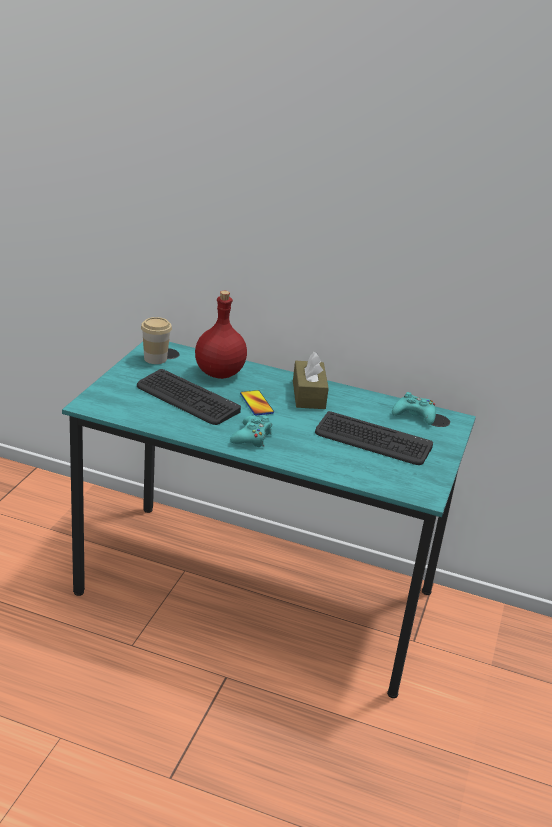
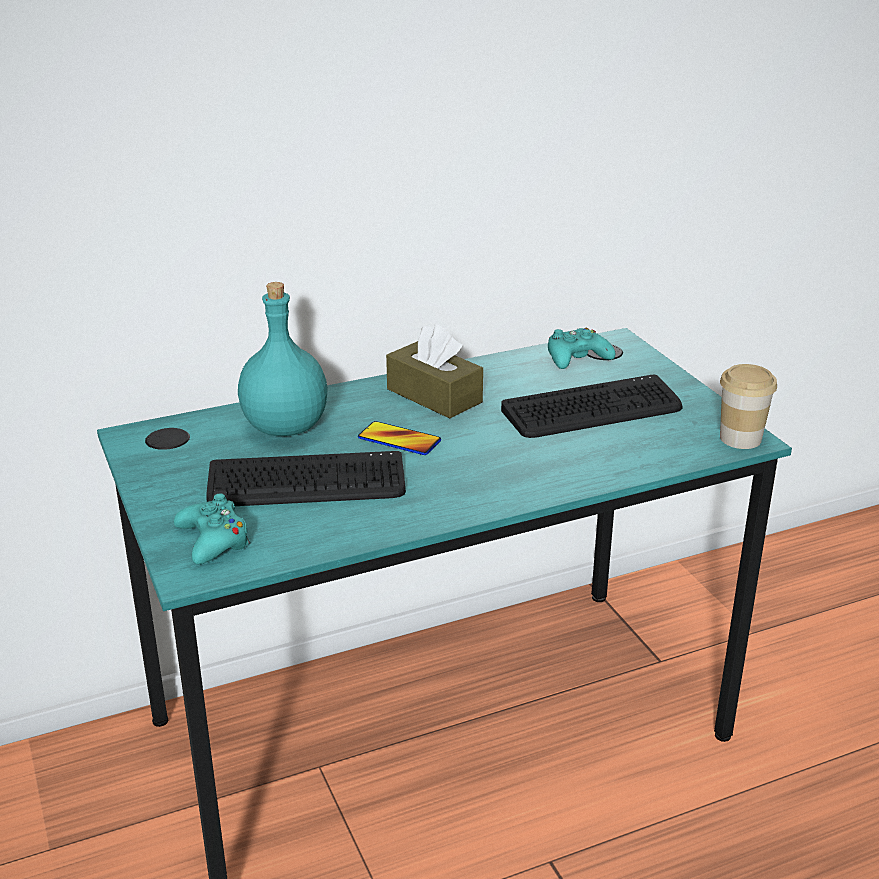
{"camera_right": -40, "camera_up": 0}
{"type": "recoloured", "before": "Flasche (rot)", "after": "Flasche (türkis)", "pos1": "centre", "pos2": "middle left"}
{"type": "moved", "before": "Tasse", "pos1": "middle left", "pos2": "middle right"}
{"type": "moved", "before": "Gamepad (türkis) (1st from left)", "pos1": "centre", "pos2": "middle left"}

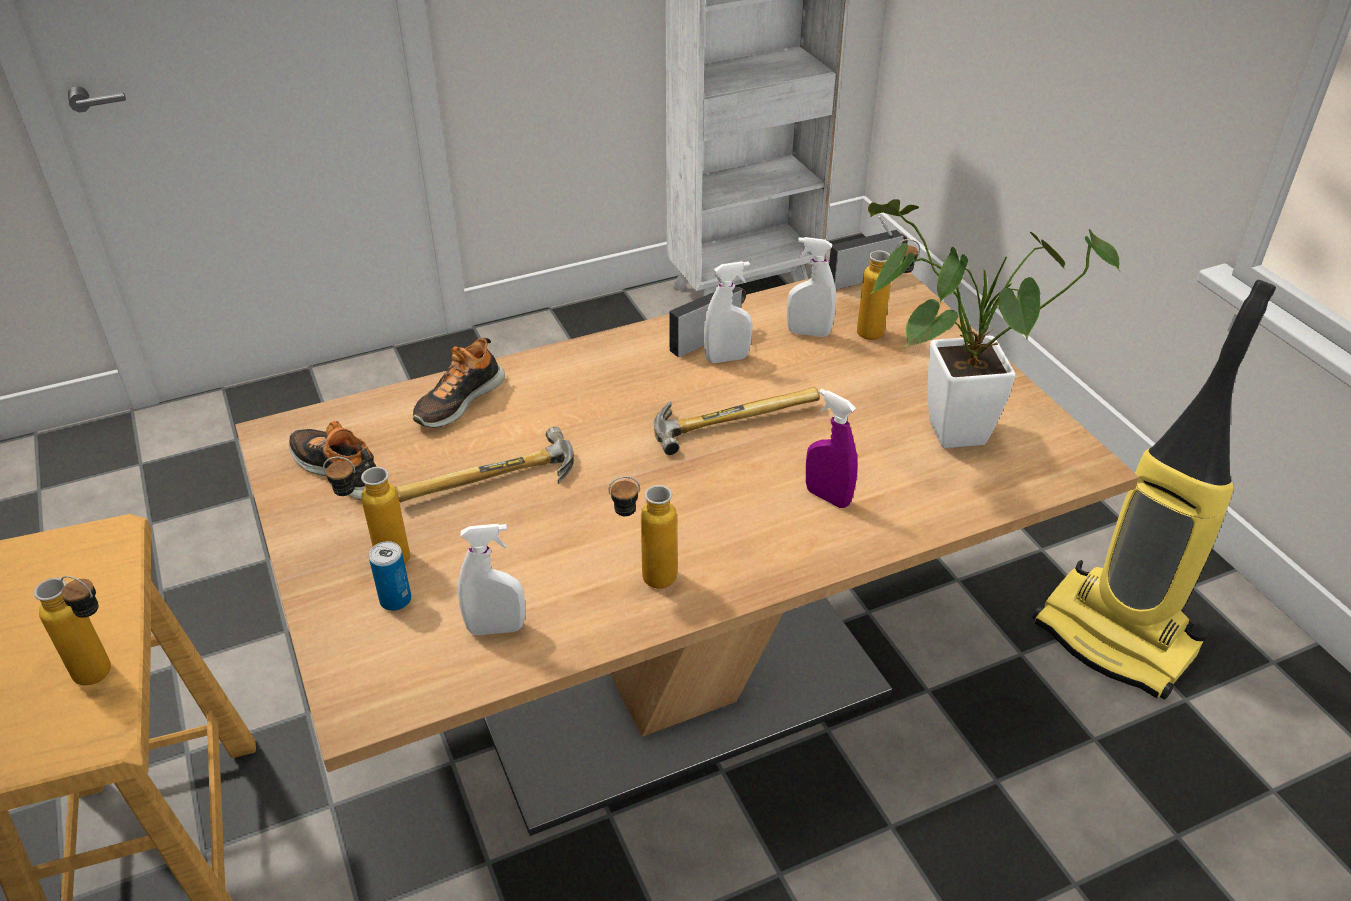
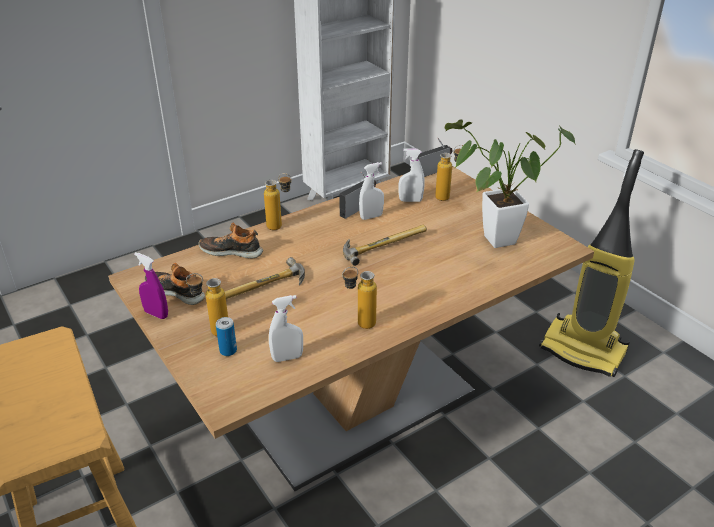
{"camera_right": -10, "camera_up": -5}
{"type": "turned", "before": "Schuh (2nd from left)", "pos1": "centre", "pos2": "middle left", "turn": 75}
{"type": "moved", "before": "Sprühflasche (lila)", "pos1": "centre", "pos2": "middle left"}
{"type": "moved", "before": "Flasche (1st from left in the first image)", "after": "Flasche (2nd from left)", "pos1": "bottom left", "pos2": "centre"}

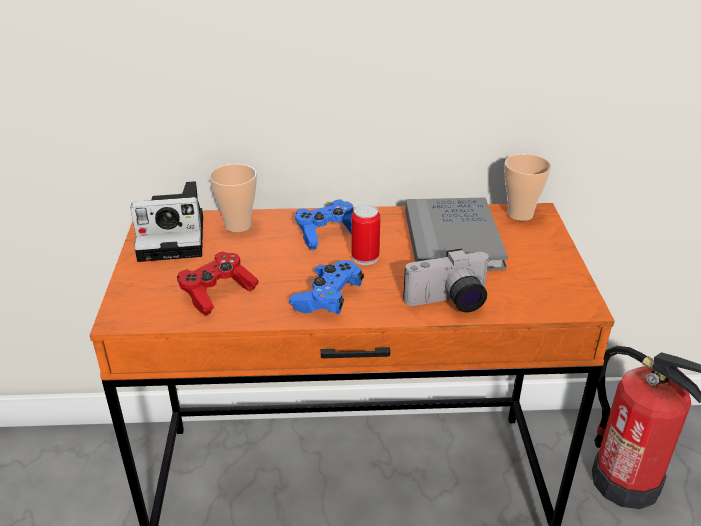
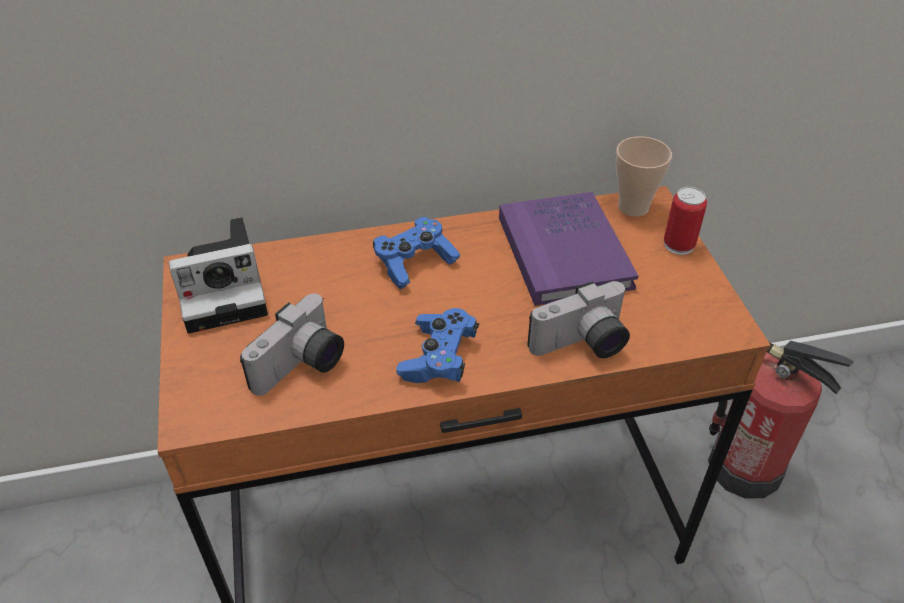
{"camera_right": -10, "camera_up": 10}
{"type": "removed", "before": "Tasse (1st from left)", "pos1": "middle left"}
{"type": "recoloured", "before": "Buch (grau)", "after": "Buch (lila)", "pos1": "centre", "pos2": "centre"}
{"type": "moved", "before": "Dose", "pos1": "centre", "pos2": "middle right"}
{"type": "replaced", "before": "Gamepad (rot)", "after": "Kamera (2nd from left)", "pos1": "middle left", "pos2": "middle left"}

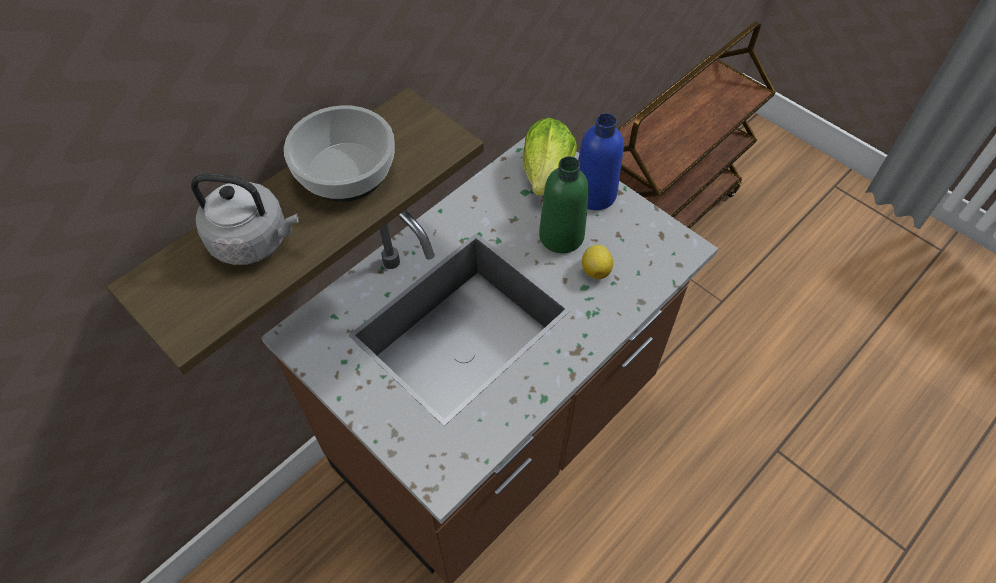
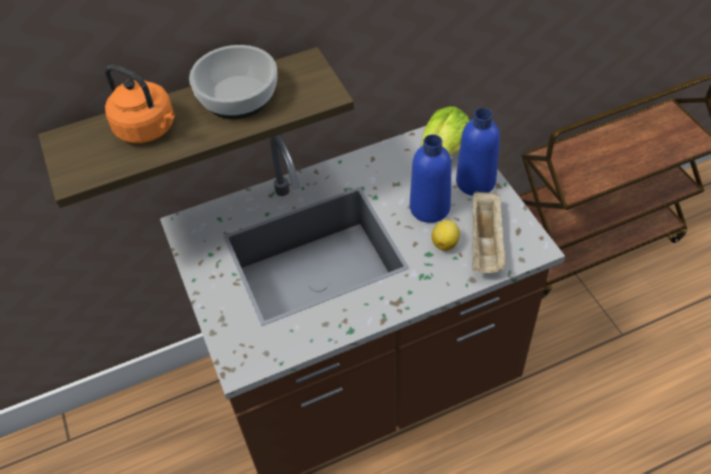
{"camera_right": 25, "camera_up": -5}
{"type": "recoloured", "before": "Flasche (grün)", "after": "Flasche (blau) (1st from left)", "pos1": "centre", "pos2": "centre"}
{"type": "recoloured", "before": "Wasserkessel (grau)", "after": "Wasserkessel (orange)", "pos1": "middle left", "pos2": "top left"}
{"type": "added", "after": "Tablett (beige)", "pos2": "middle right"}

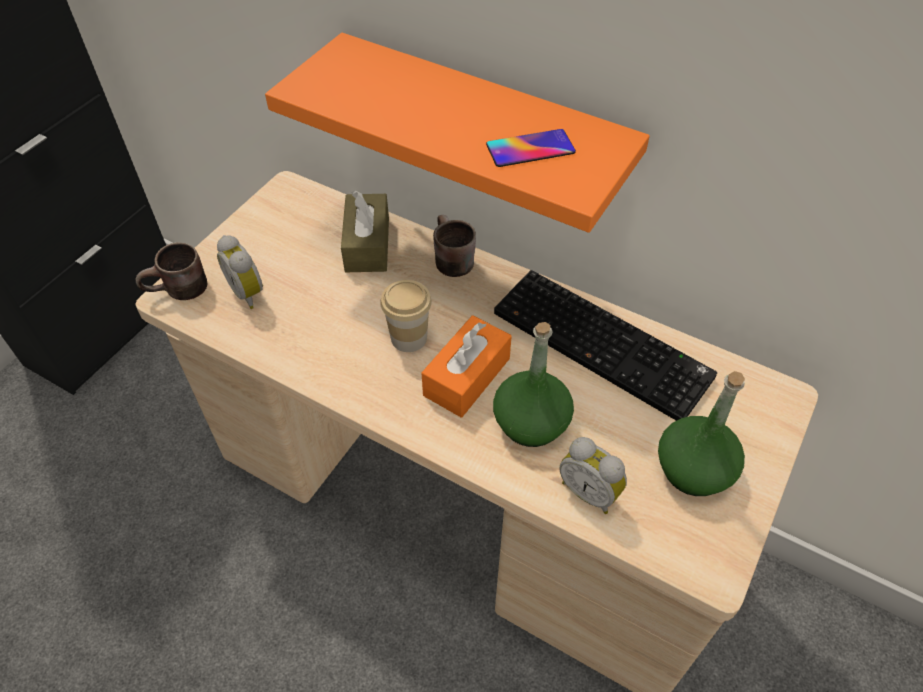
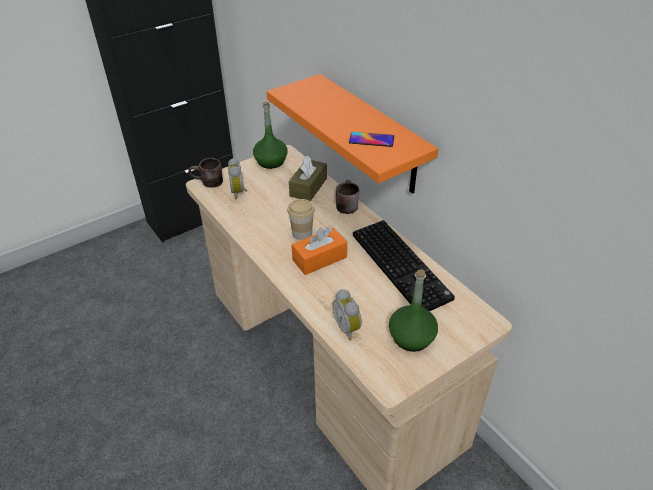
{"camera_right": 25, "camera_up": -10}
{"type": "moved", "before": "Flasche (grün) (1st from left)", "pos1": "centre", "pos2": "top centre"}

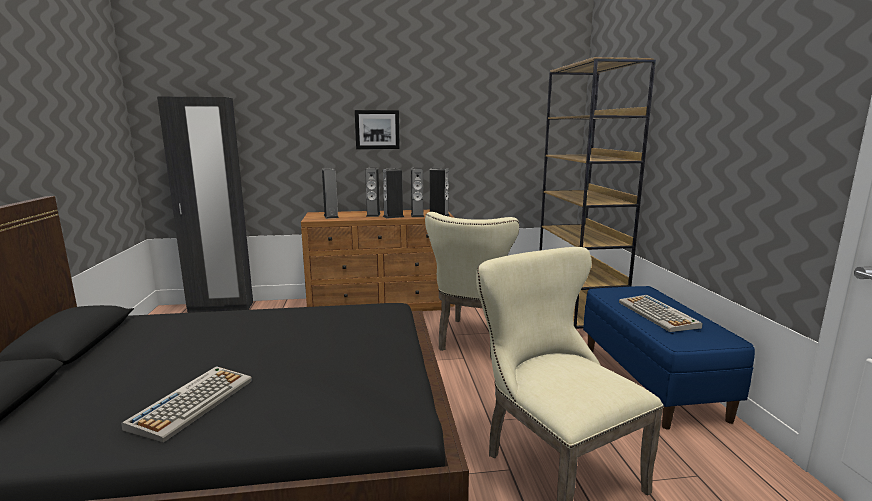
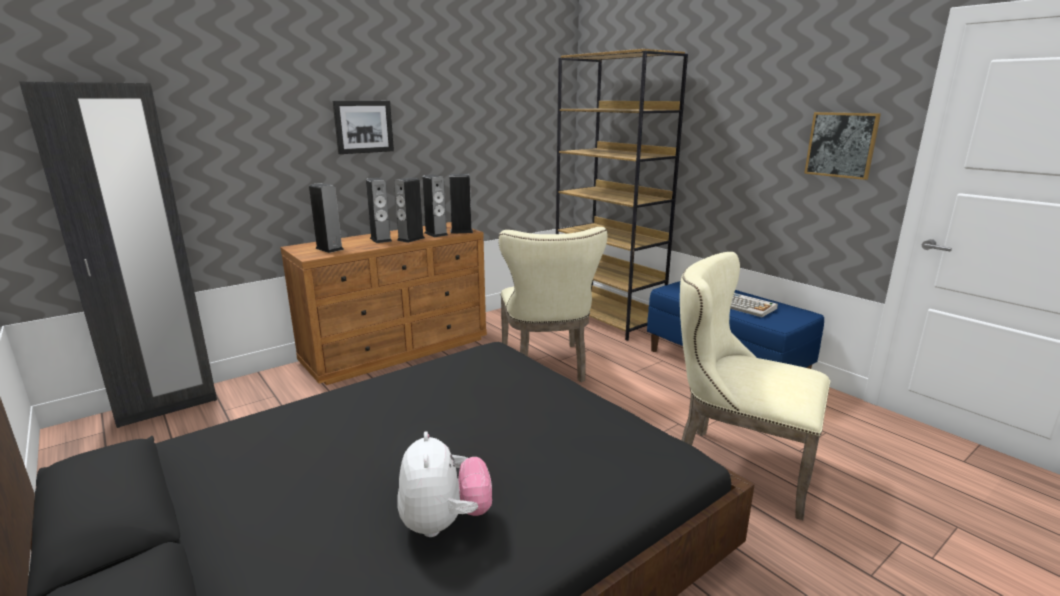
{"camera_right": -30, "camera_up": 5}
{"type": "replaced", "before": "Tastatur (1st from left)", "after": "Plüschtier", "pos1": "bottom left", "pos2": "bottom centre"}
{"type": "added", "after": "Bild (2nd from left)", "pos2": "top right"}

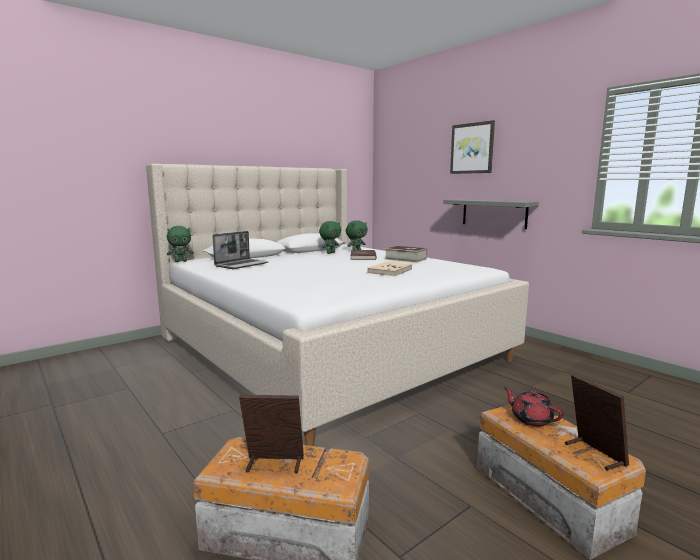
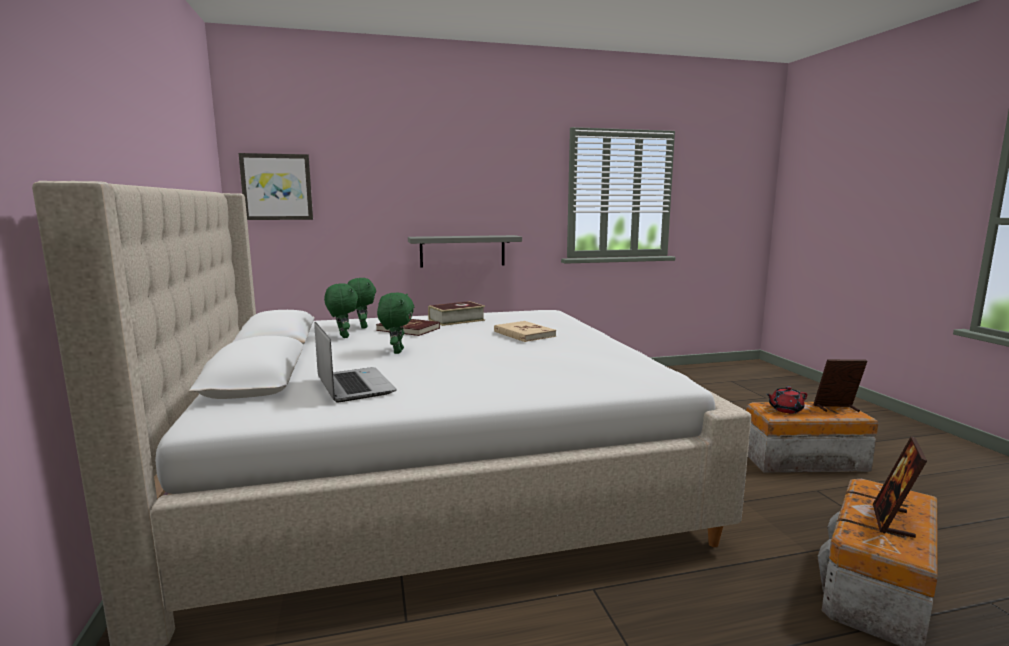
{"camera_right": -65, "camera_up": 0}
{"type": "moved", "before": "Bild", "pos1": "top right", "pos2": "top left"}
{"type": "moved", "before": "Plüschtier (grün) (1st from left in the first image)", "after": "Plüschtier (grün) (3rd from left)", "pos1": "middle left", "pos2": "centre"}

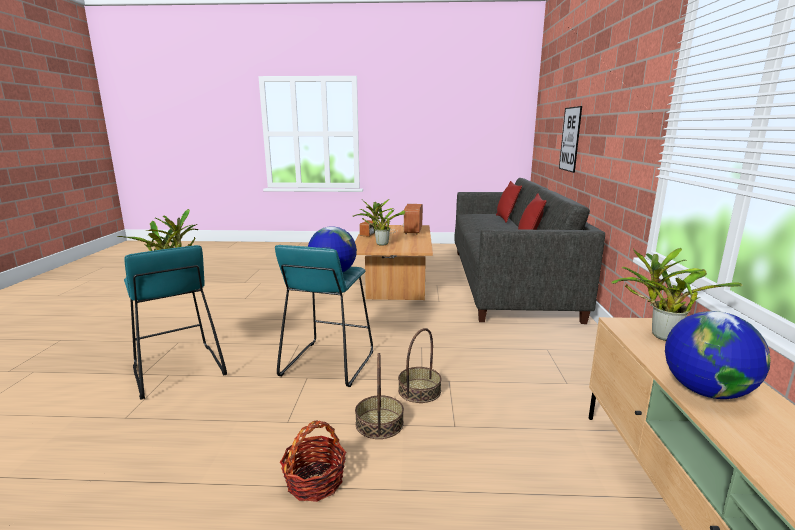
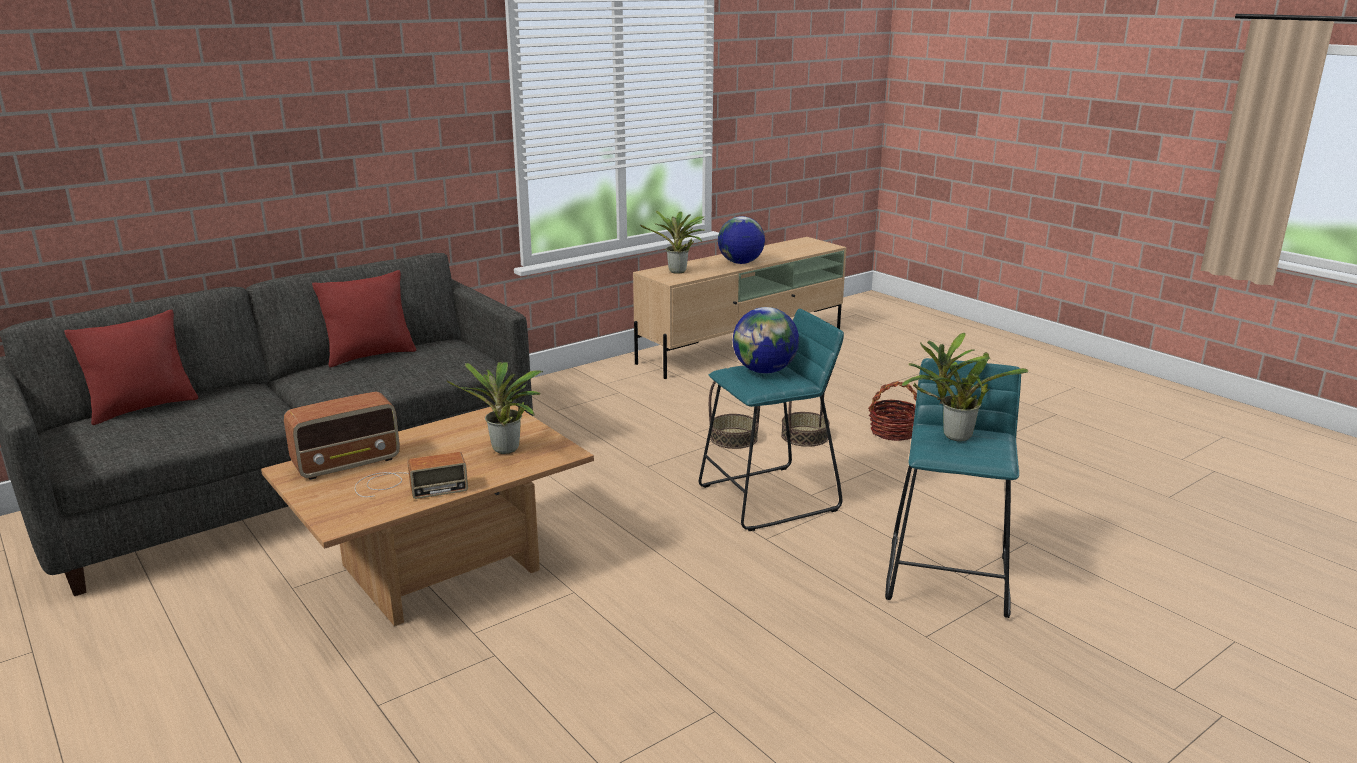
{"camera_right": -130, "camera_up": 5}
{"type": "removed", "before": "Bild", "pos1": "top right"}

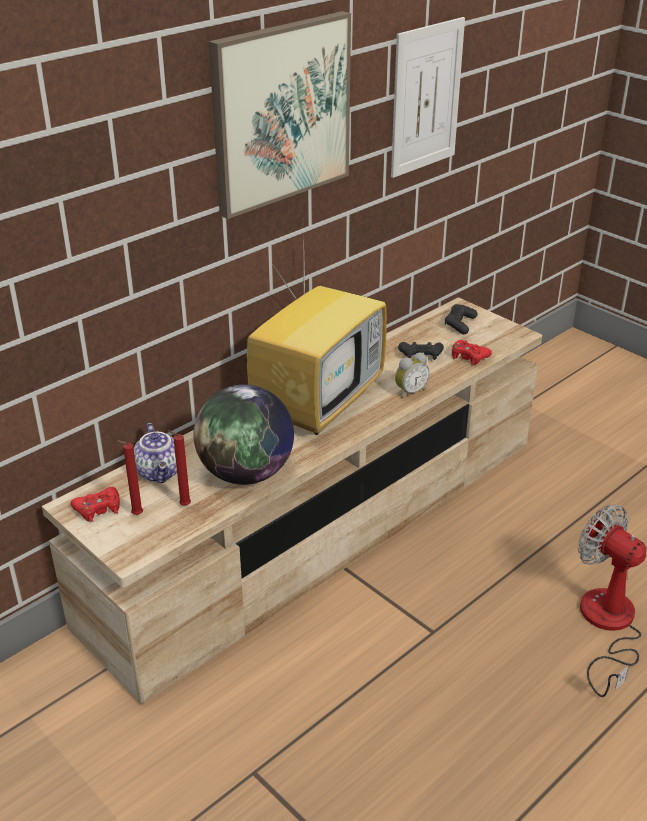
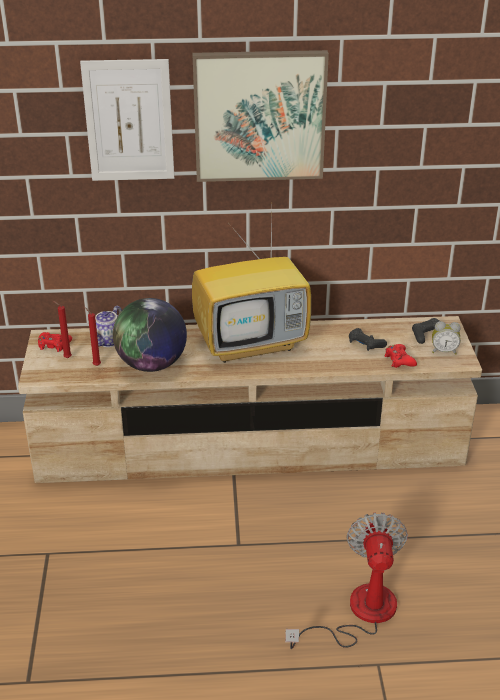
{"camera_right": 40, "camera_up": 0}
{"type": "moved", "before": "Bild (2nd from left in the first image)", "after": "Bild (1st from left)", "pos1": "top centre", "pos2": "top left"}
{"type": "moved", "before": "Wecker", "pos1": "centre", "pos2": "middle right"}

